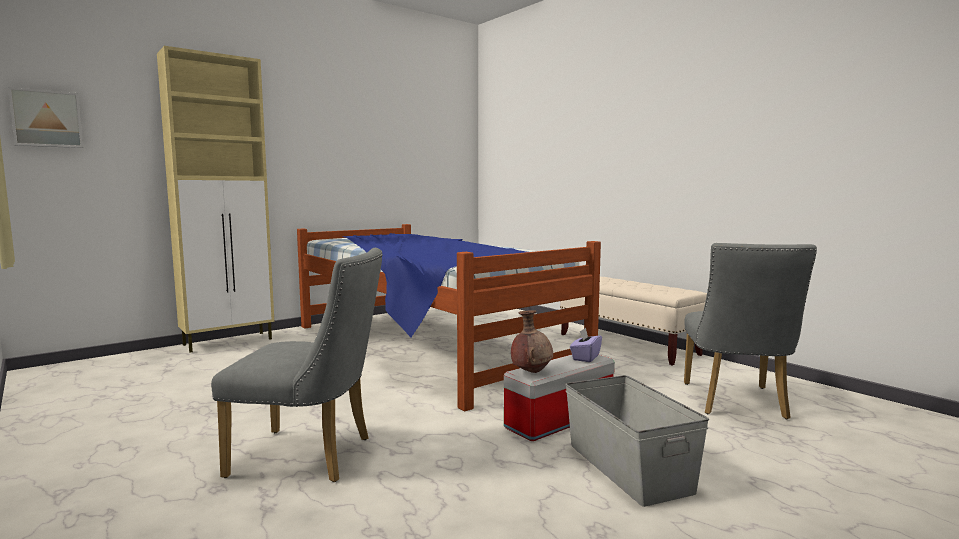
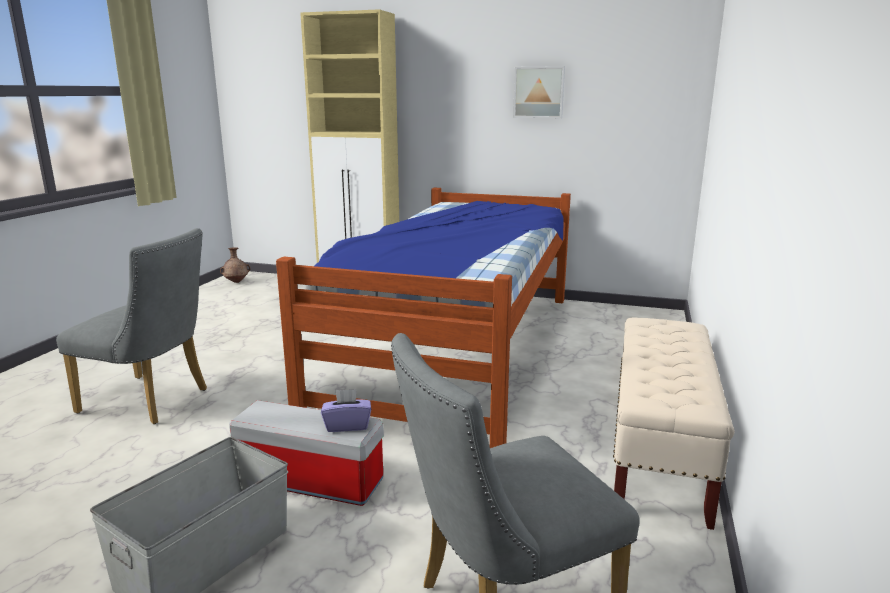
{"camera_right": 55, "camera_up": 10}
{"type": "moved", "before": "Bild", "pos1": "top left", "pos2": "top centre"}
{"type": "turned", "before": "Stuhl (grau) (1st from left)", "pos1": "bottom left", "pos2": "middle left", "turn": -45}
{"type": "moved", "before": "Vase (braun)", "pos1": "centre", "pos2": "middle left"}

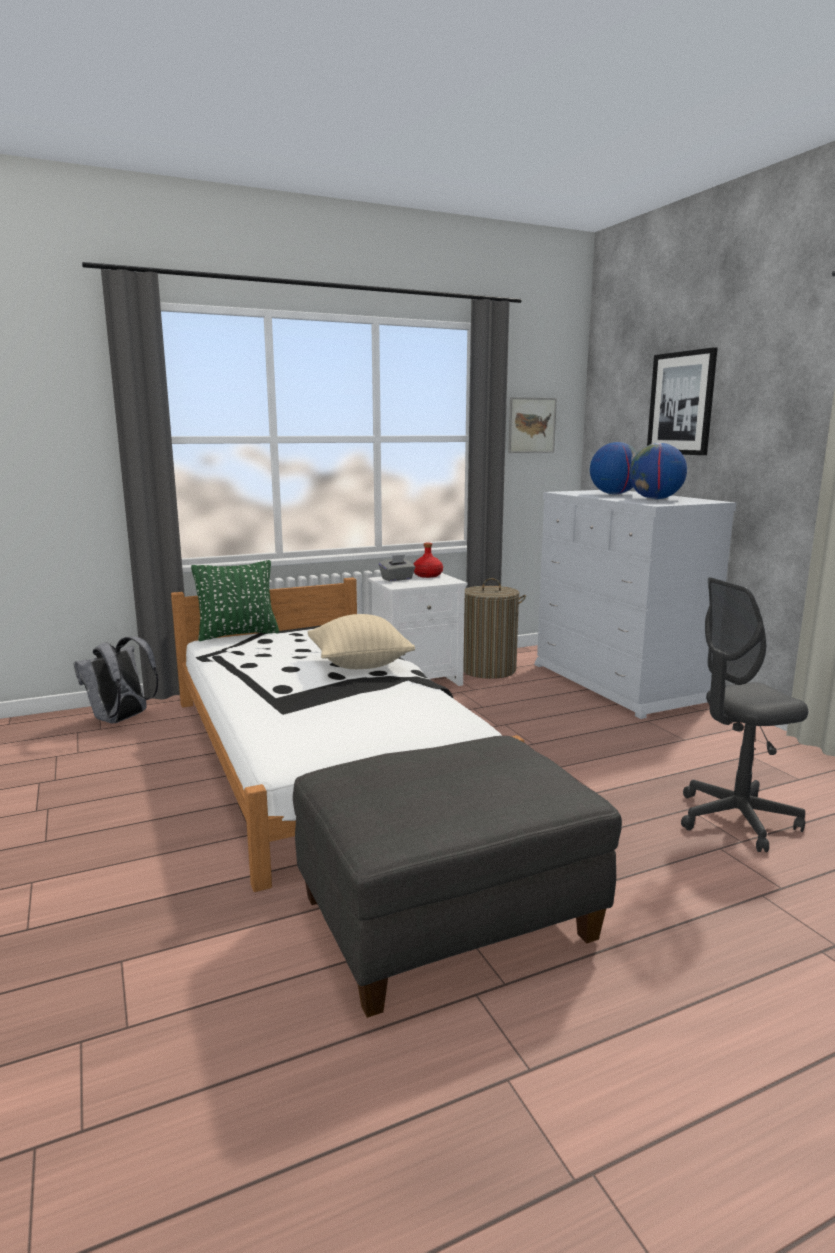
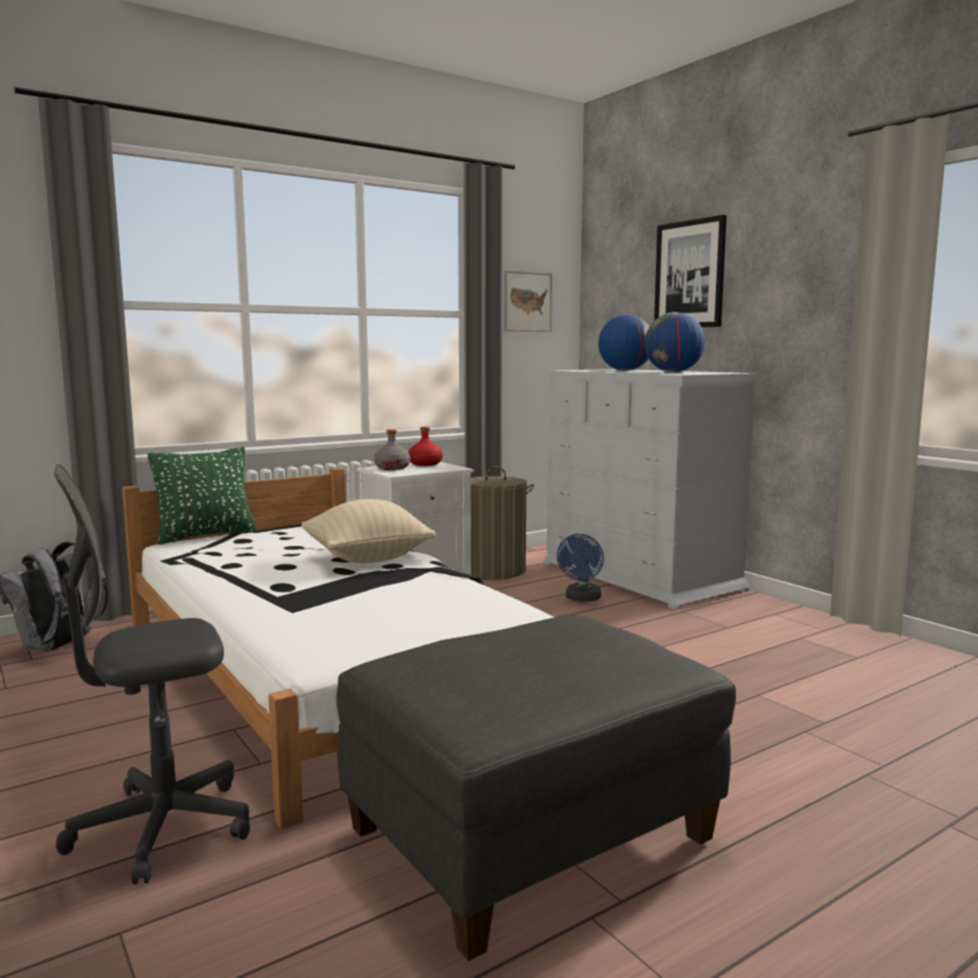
{"camera_right": -10, "camera_up": -5}
{"type": "replaced", "before": "Taschentuchbox (grau)", "after": "Flasche (grau)", "pos1": "centre", "pos2": "centre"}
{"type": "moved", "before": "Bürostuhl (grau)", "pos1": "middle right", "pos2": "bottom left"}
{"type": "added", "after": "Ventilator (blau)", "pos2": "centre"}

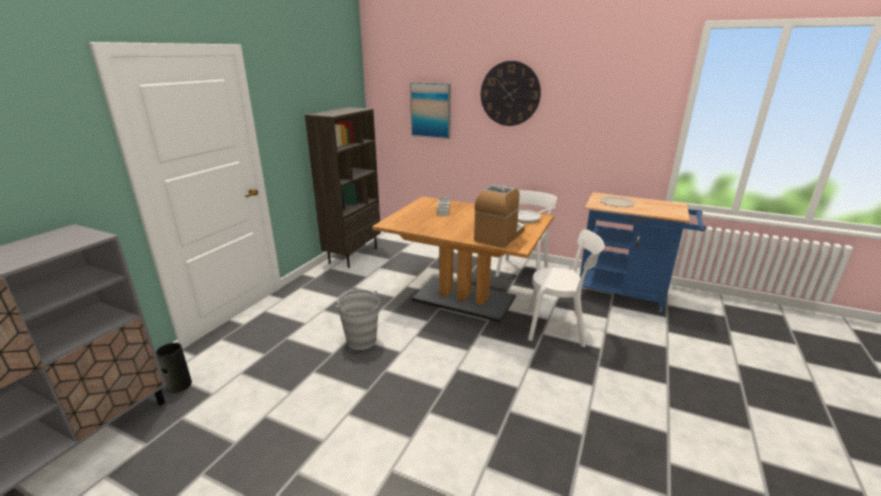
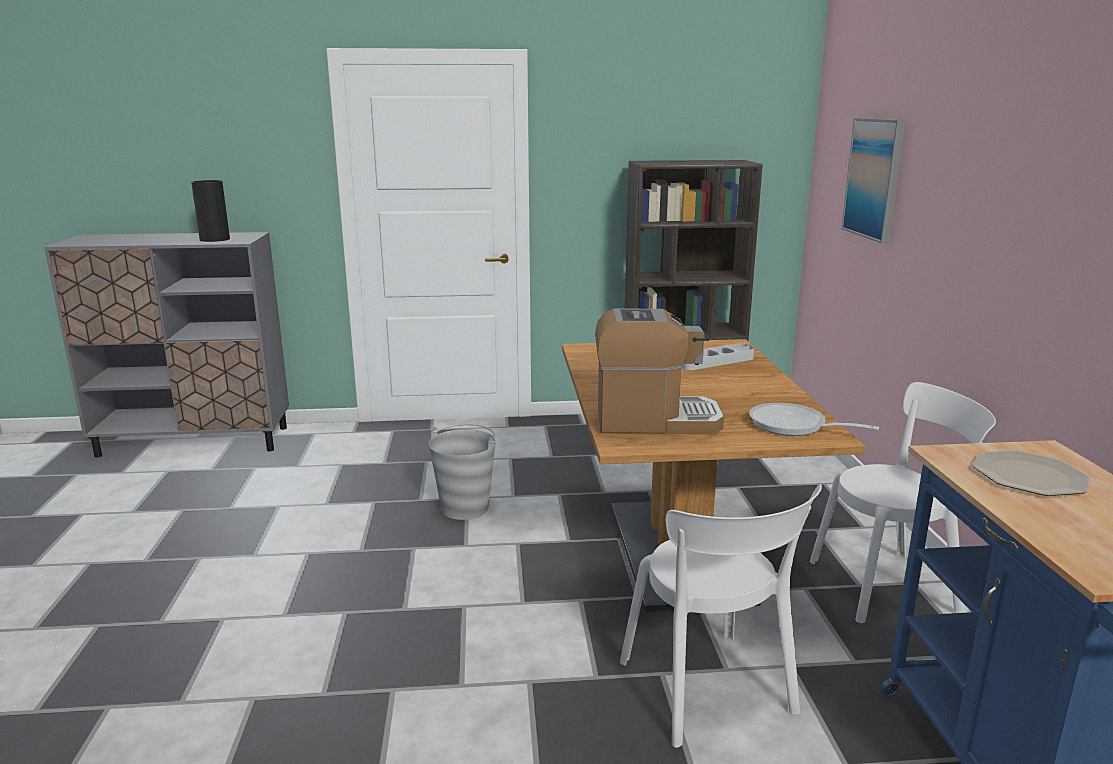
{"camera_right": 60, "camera_up": -5}
{"type": "removed", "before": "Wanduhr", "pos1": "top centre"}
{"type": "moved", "before": "Vase", "pos1": "bottom left", "pos2": "top left"}

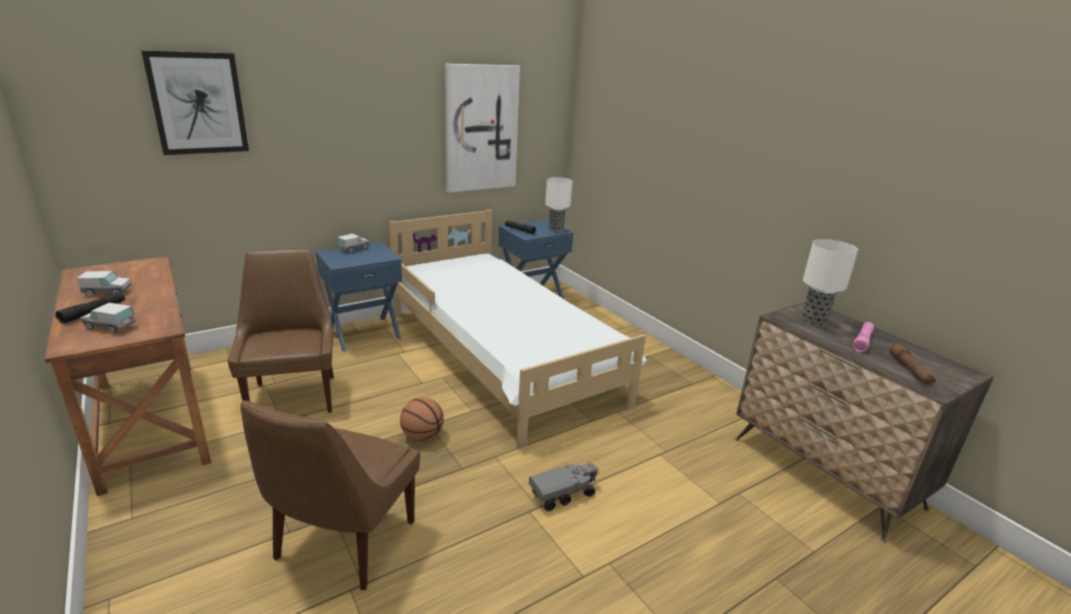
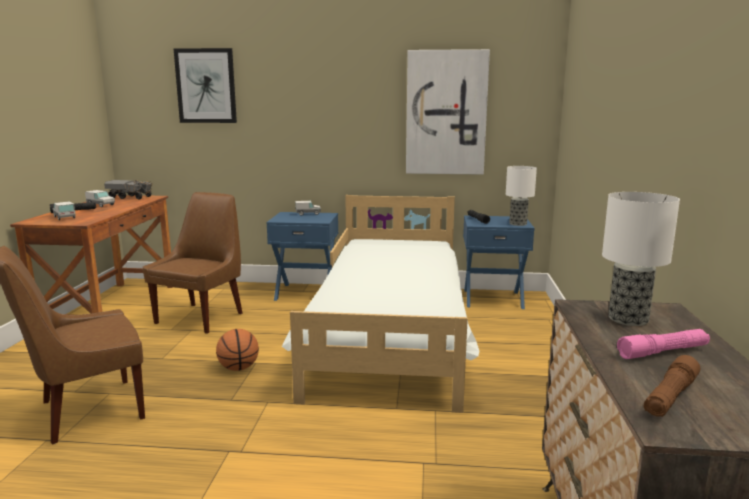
{"camera_right": 40, "camera_up": -10}
{"type": "moved", "before": "Spielzeuglaster (4th from left in the first image)", "after": "Spielzeuglaster (3rd from left)", "pos1": "bottom centre", "pos2": "middle left"}

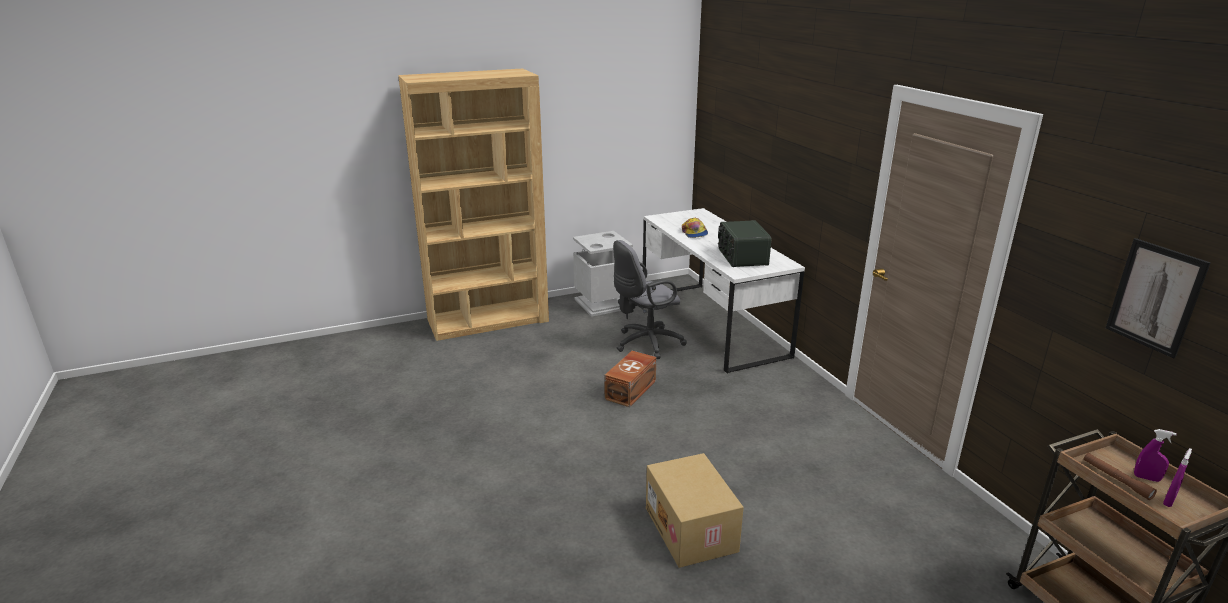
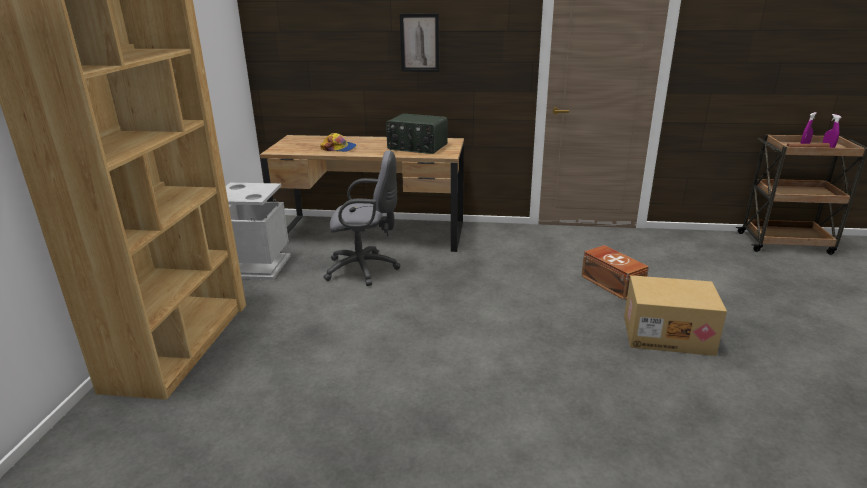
{"camera_right": -60, "camera_up": 0}
{"type": "recoloured", "before": "Schreibtisch (weiß)", "after": "Schreibtisch (braun)", "pos1": "centre", "pos2": "centre"}
{"type": "moved", "before": "Bild", "pos1": "middle right", "pos2": "top centre"}
{"type": "turned", "before": "Bürostuhl (grau)", "pos1": "centre", "pos2": "centre", "turn": -90}
{"type": "moved", "before": "Aufbewahrungsbox (braun)", "pos1": "centre", "pos2": "middle right"}

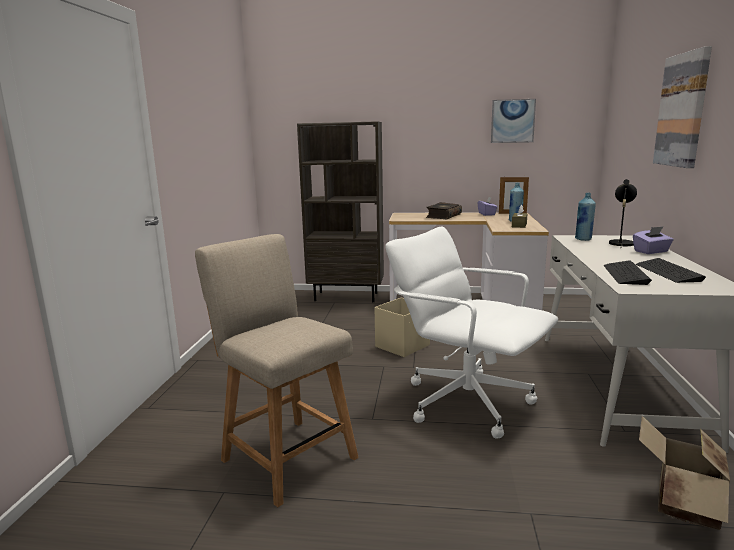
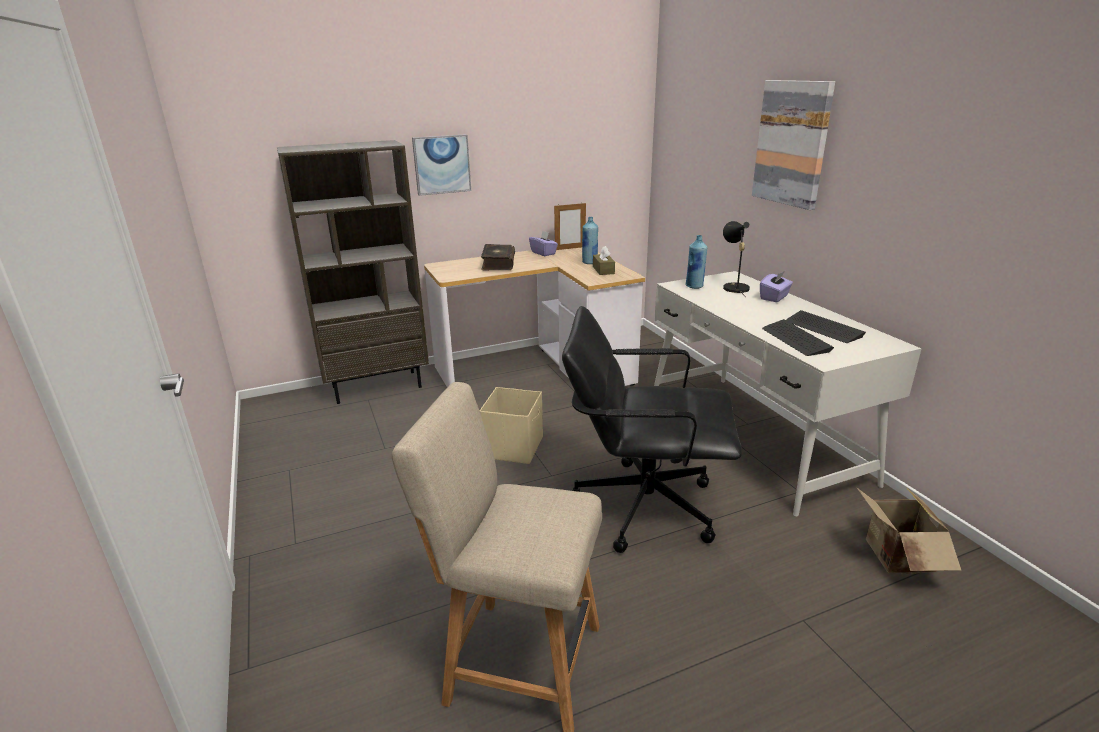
{"camera_right": -30, "camera_up": 10}
{"type": "moved", "before": "Bild (1st from left)", "pos1": "top right", "pos2": "top centre"}
{"type": "recoloured", "before": "Bürostuhl (weiß)", "after": "Bürostuhl (schwarz)", "pos1": "centre", "pos2": "centre"}

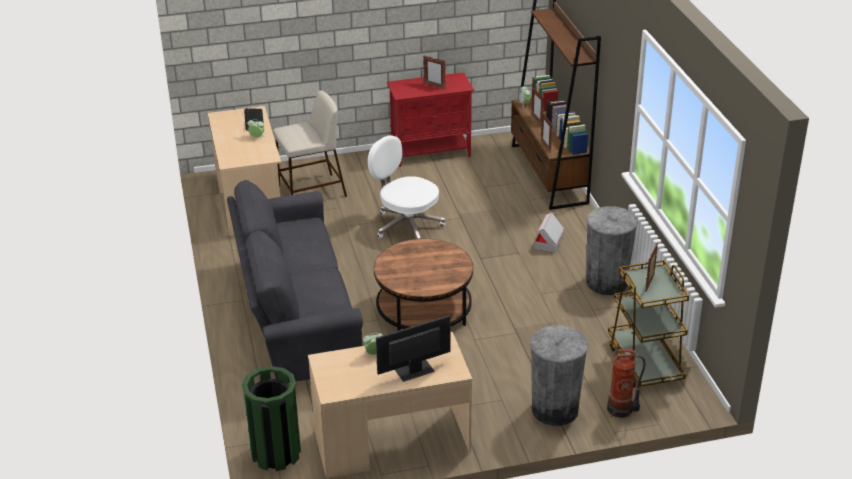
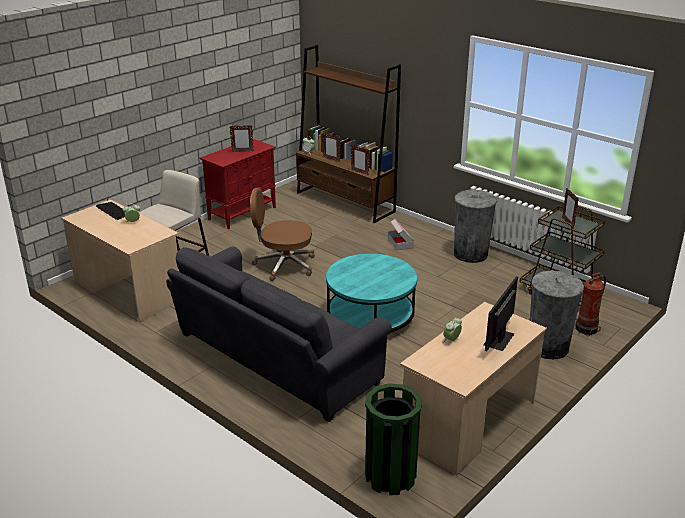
{"camera_right": -35, "camera_up": -5}
{"type": "recoloured", "before": "Bürostuhl (weiß)", "after": "Bürostuhl (braun)", "pos1": "centre", "pos2": "centre"}
{"type": "recoloured", "before": "Couchtisch (braun)", "after": "Couchtisch (türkis)", "pos1": "centre", "pos2": "centre"}

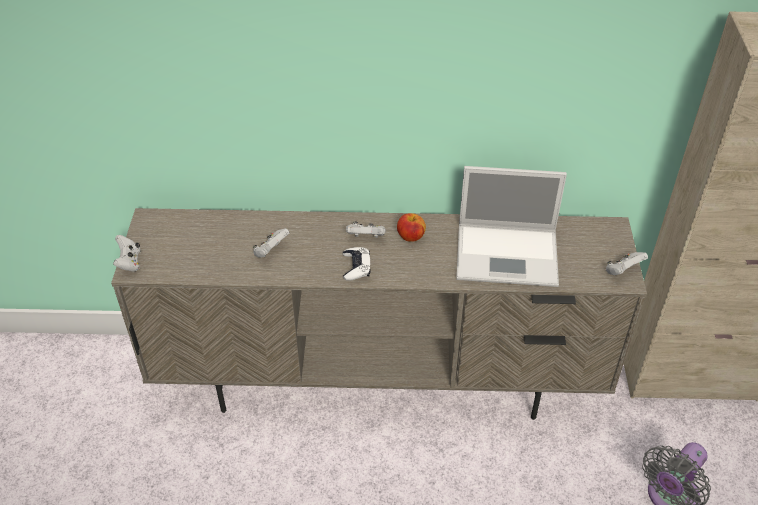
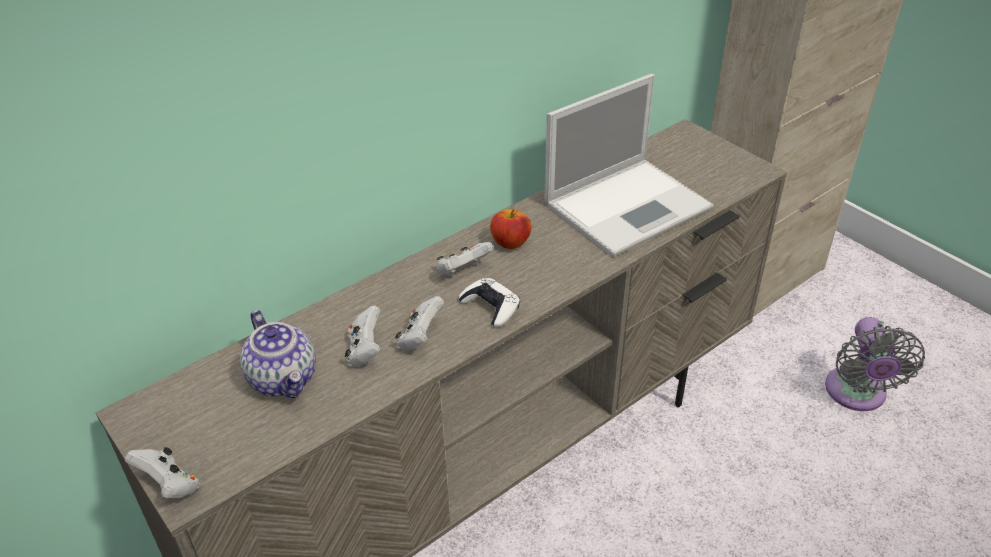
{"camera_right": -40, "camera_up": -5}
{"type": "moved", "before": "Gamepad (weiß) (5th from left in the first image)", "after": "Gamepad (weiß) (3rd from left)", "pos1": "middle right", "pos2": "centre"}
{"type": "added", "after": "Teekanne", "pos2": "middle left"}

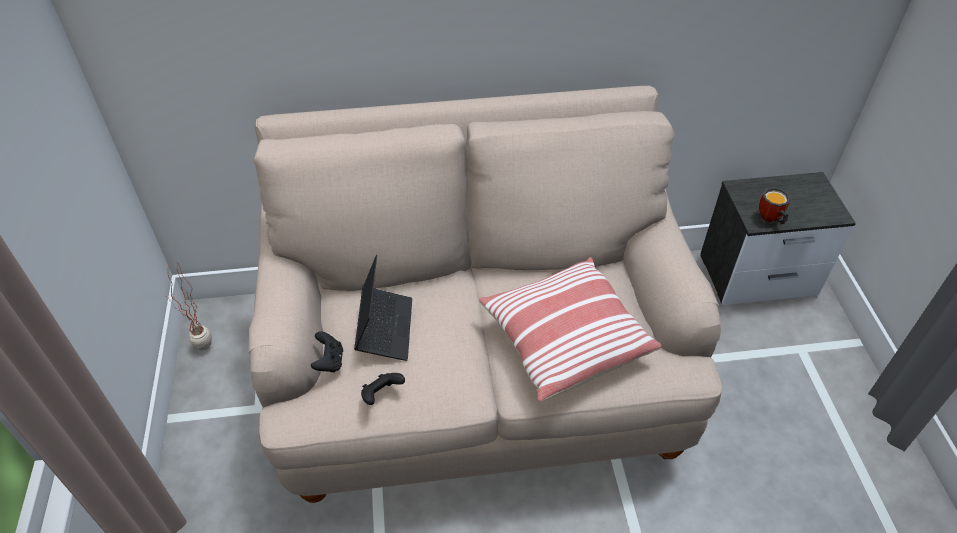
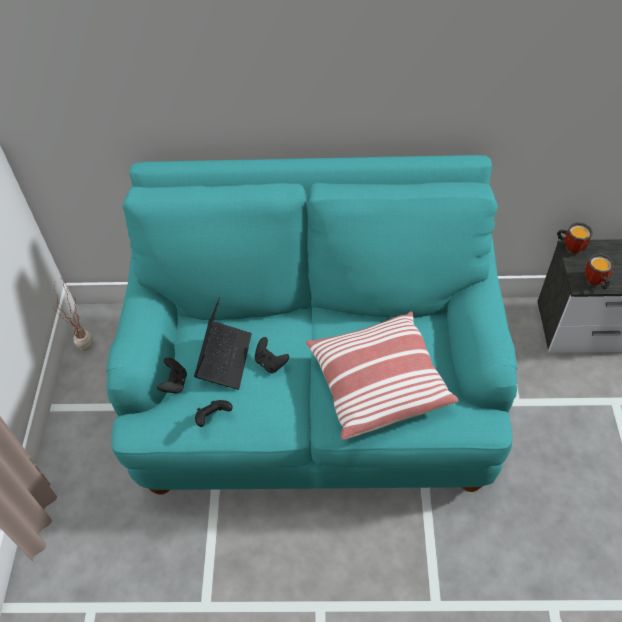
{"camera_right": 10, "camera_up": 5}
{"type": "recoloured", "before": "Sofa (beige)", "after": "Sofa (türkis)", "pos1": "centre", "pos2": "centre"}
{"type": "added", "after": "Henkelbecher (1st from left)", "pos2": "middle right"}
{"type": "added", "after": "Gamepad (schwarz) (3rd from left)", "pos2": "centre"}

